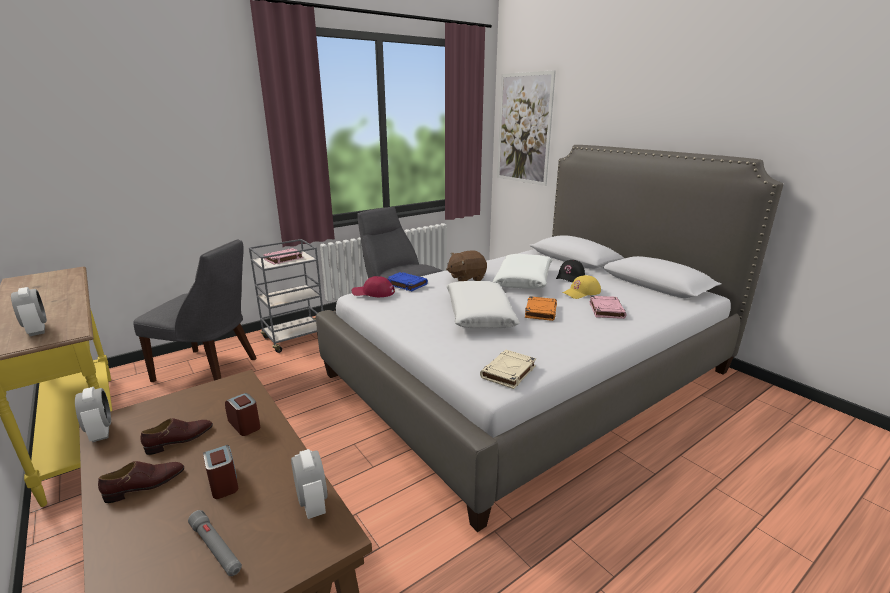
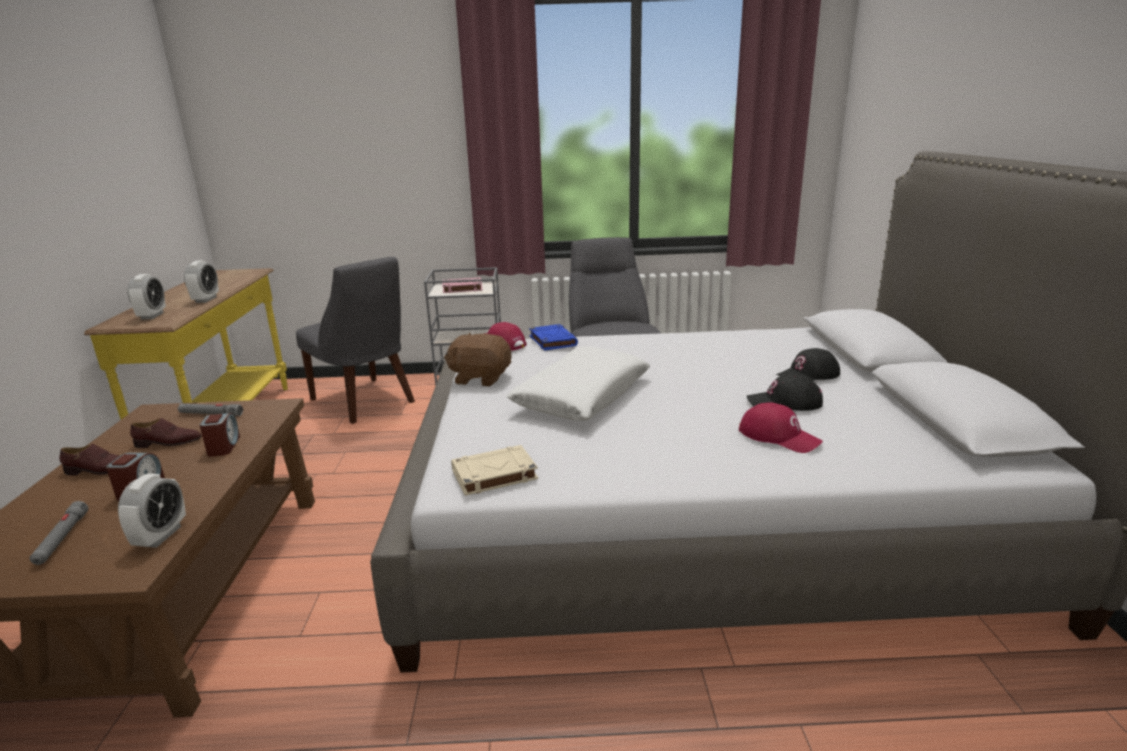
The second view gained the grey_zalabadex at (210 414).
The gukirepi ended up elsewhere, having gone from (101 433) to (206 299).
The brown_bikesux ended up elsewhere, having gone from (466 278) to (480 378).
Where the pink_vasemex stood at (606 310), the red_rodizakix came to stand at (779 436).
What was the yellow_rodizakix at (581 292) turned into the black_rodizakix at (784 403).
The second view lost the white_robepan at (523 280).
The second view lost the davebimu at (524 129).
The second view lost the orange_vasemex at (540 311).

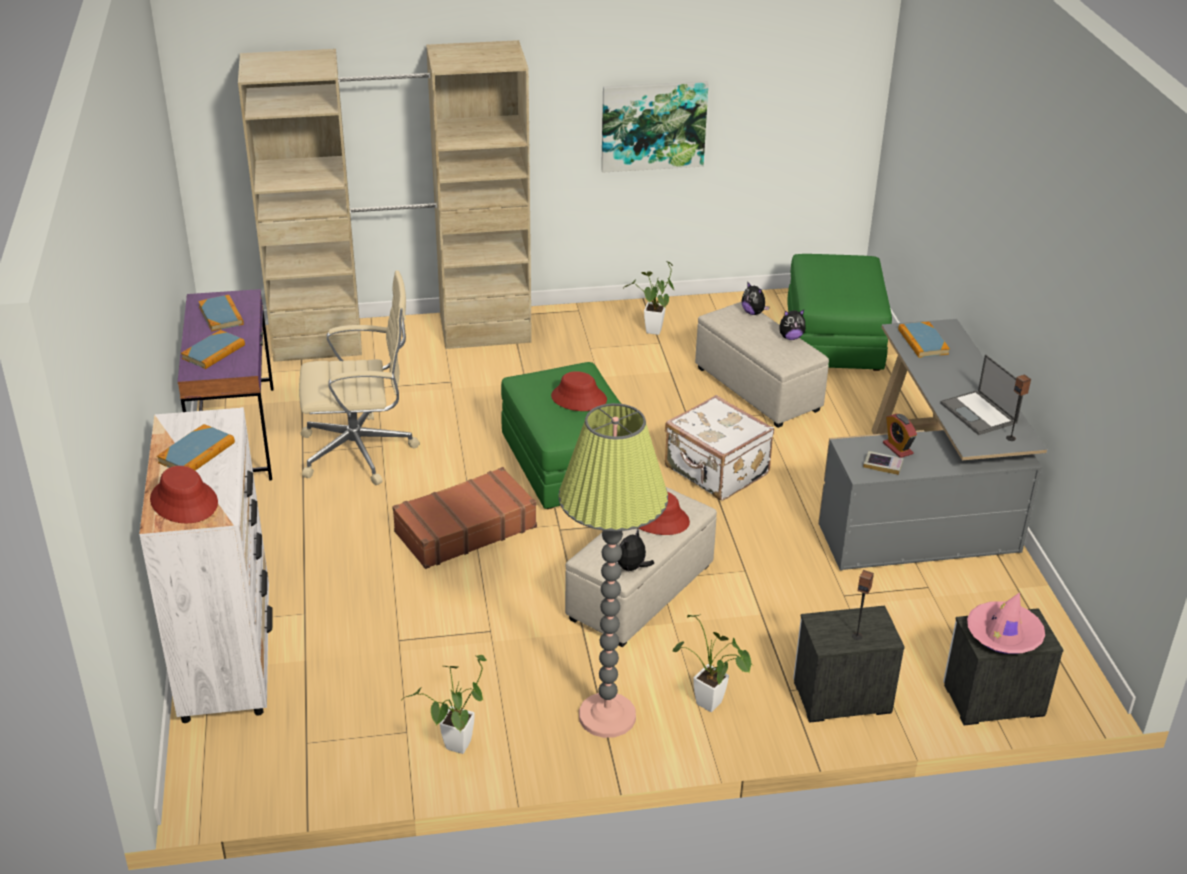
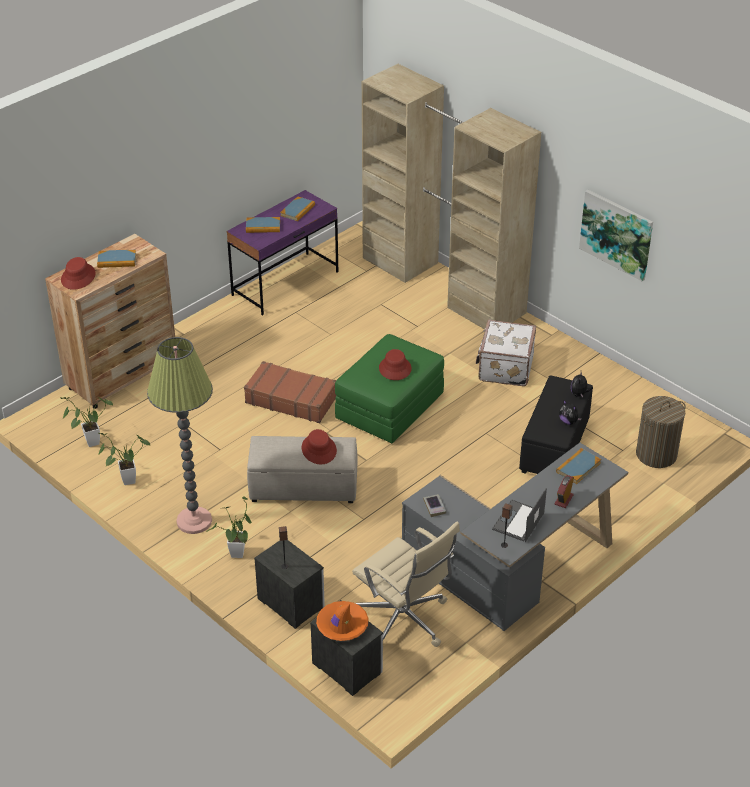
What was the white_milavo at (227 655) turned into the brown_milavo at (122 376).
The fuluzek ended up elsewhere, having gone from (652 333) to (89 443).
What was the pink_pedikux at (1004 635) turned into the orange_pedikux at (342 625).
The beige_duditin ended up elsewhere, having gone from (360 451) to (403 621).
The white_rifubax ended up elsewhere, having gone from (715 472) to (504 368).
What was the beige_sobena at (758 389) turned into the black_sobena at (554 446).
The gukirepi ended up elsewhere, having gone from (897 448) to (563 499).
Where the green_sobena stood at (834 339), the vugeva came to stand at (656 454).
The second view lost the bikesux at (632 568).

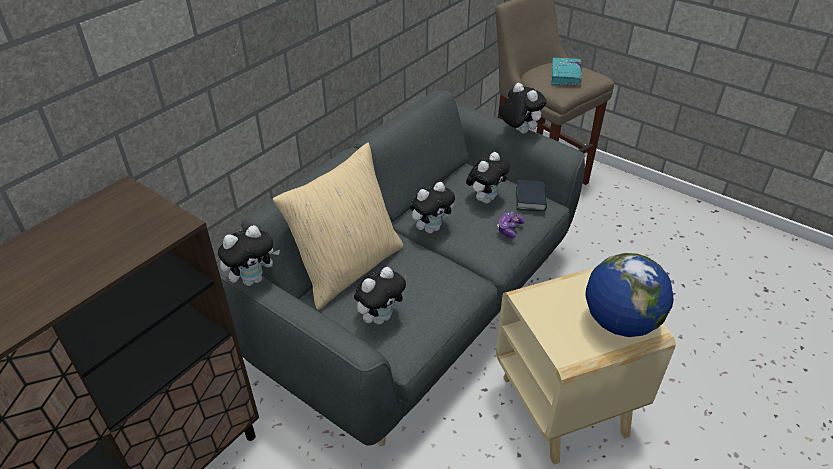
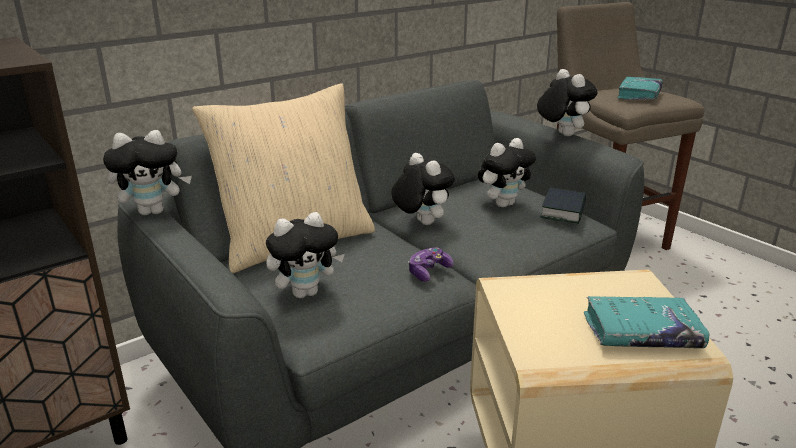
The bikesux at (431 228) ended up facing another way, 105 degrees counterclockwise from before.
The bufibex ended up elsewhere, having gone from (509 229) to (429 271).
Where the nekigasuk stood at (620 322), the turquoise_vasemex came to stand at (641 333).

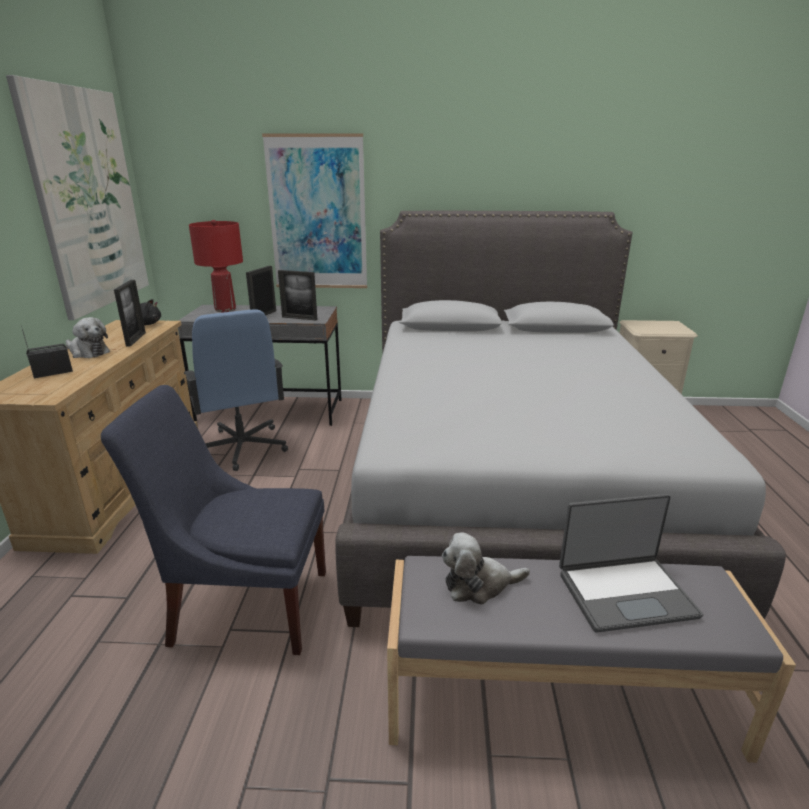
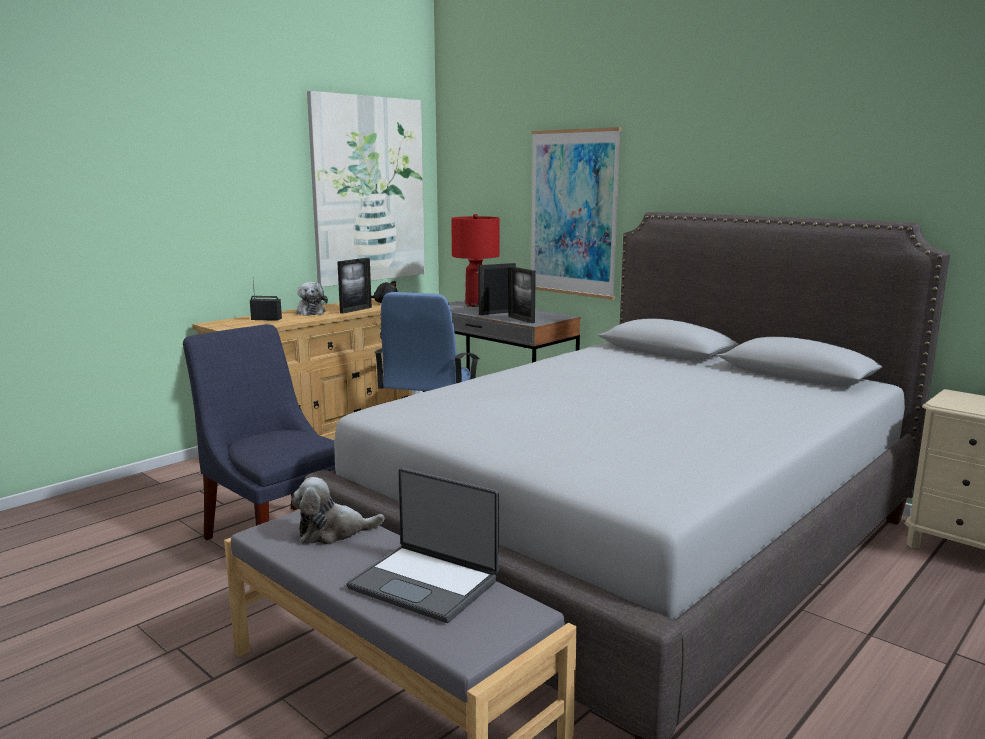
The bikesux at (479 585) ended up facing another way, 45 degrees counterclockwise from before.

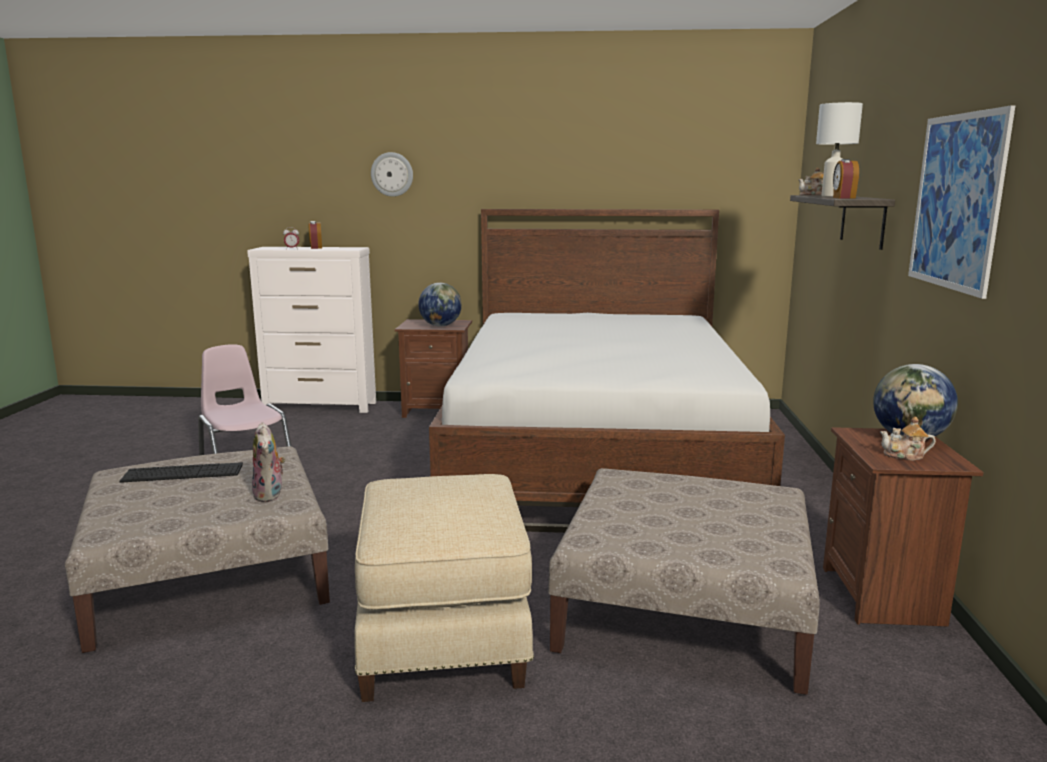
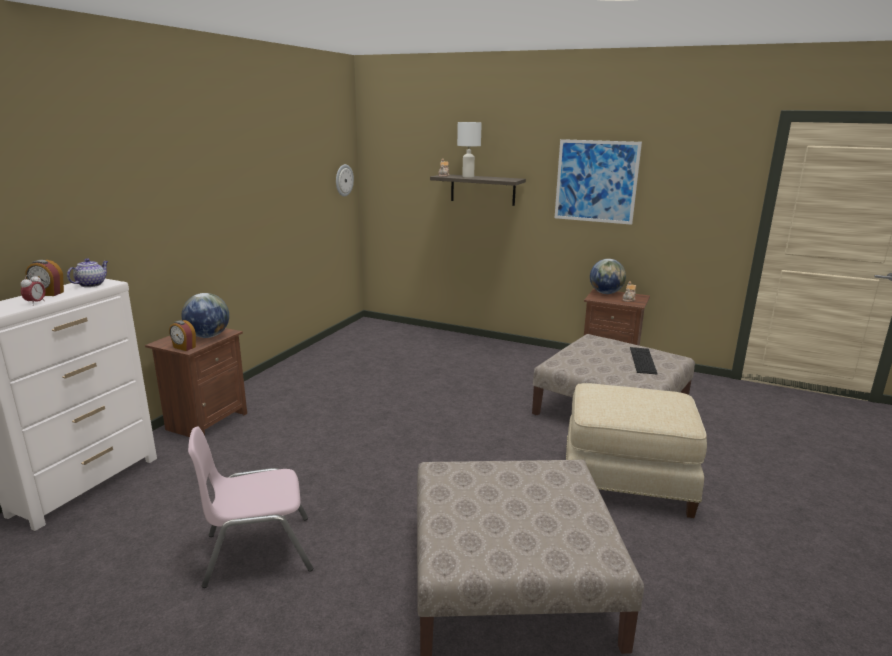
The second view gained the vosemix at (91 284).
The gukirepi ended up elsewhere, having gone from (843 198) to (184 347).
The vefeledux ended up elsewhere, having gone from (392 174) to (343 180).
The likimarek ended up elsewhere, having gone from (183 473) to (643 360).
The second view lost the bikesux at (270 495).
The second view lost the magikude at (597 456).

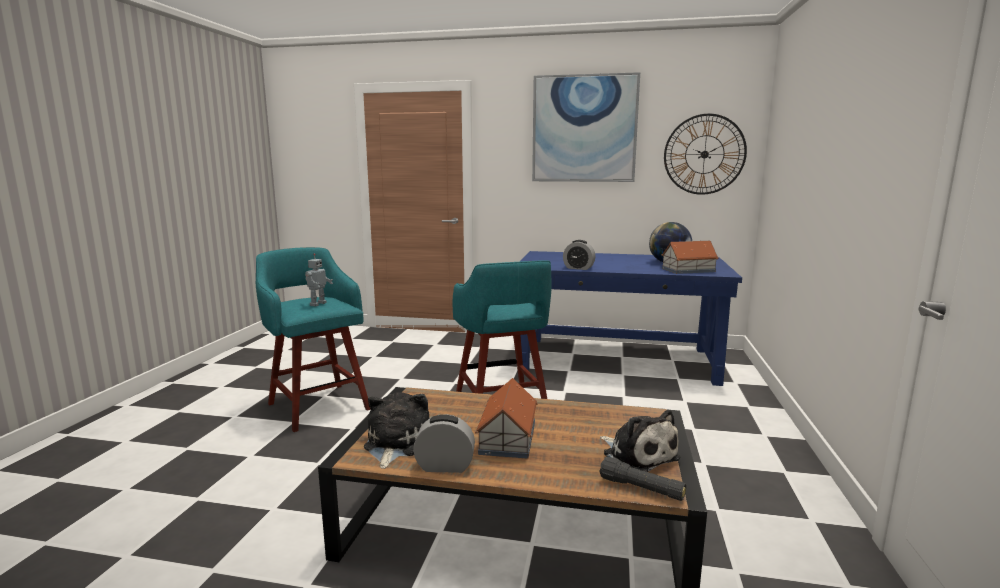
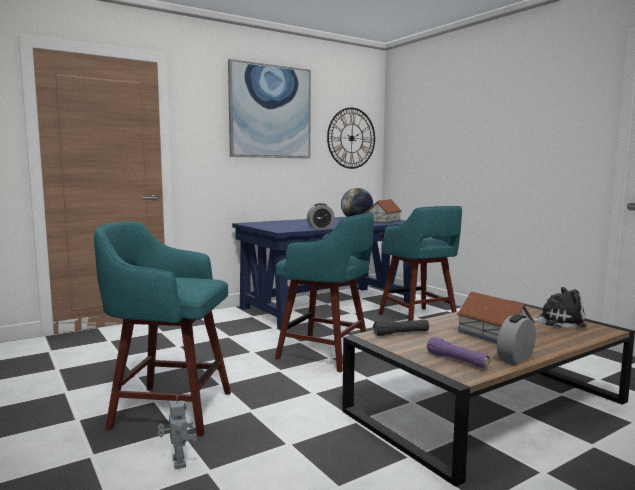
The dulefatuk ended up elsewhere, having gone from (317 304) to (177 462).
The black_zalabadex ended up elsewhere, having gone from (641 489) to (401 334).
The second view gained the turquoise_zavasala at (418 319).
Where the bikesux stood at (395 443), the purple_zalabadex came to stand at (457 361).

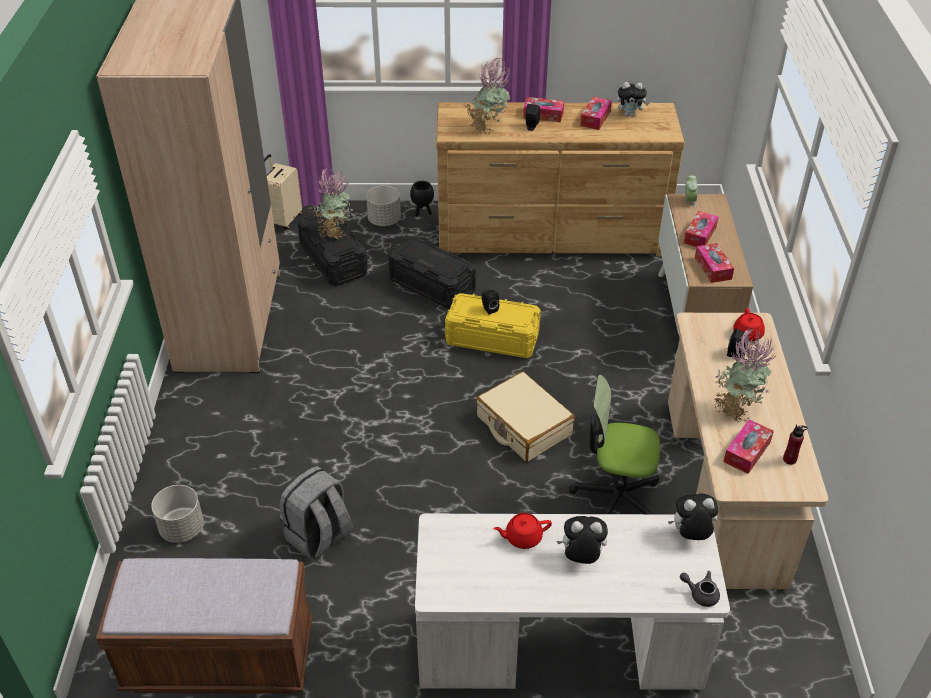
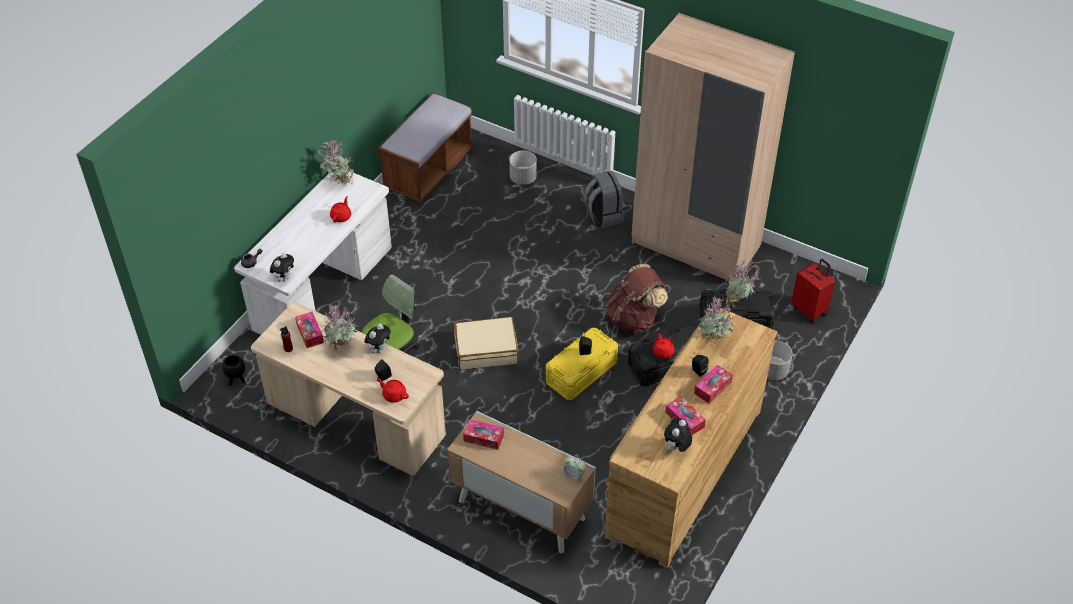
The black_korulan ended up elsewhere, having gone from (422 212) to (237 381).
The second view gained the fuluzek at (339 184).
The bikesux ended up elsewhere, having gone from (581 557) to (379 349).
The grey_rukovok ended up elsewhere, having gone from (319 537) to (603 215).
The second view gained the brown_rukovok at (633 319).
The second view gained the red_vosemix at (663 352).
What was the beige_rifubax at (283 220) turned into the red_rifubax at (809 310).
The second view lost the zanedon at (700 235).

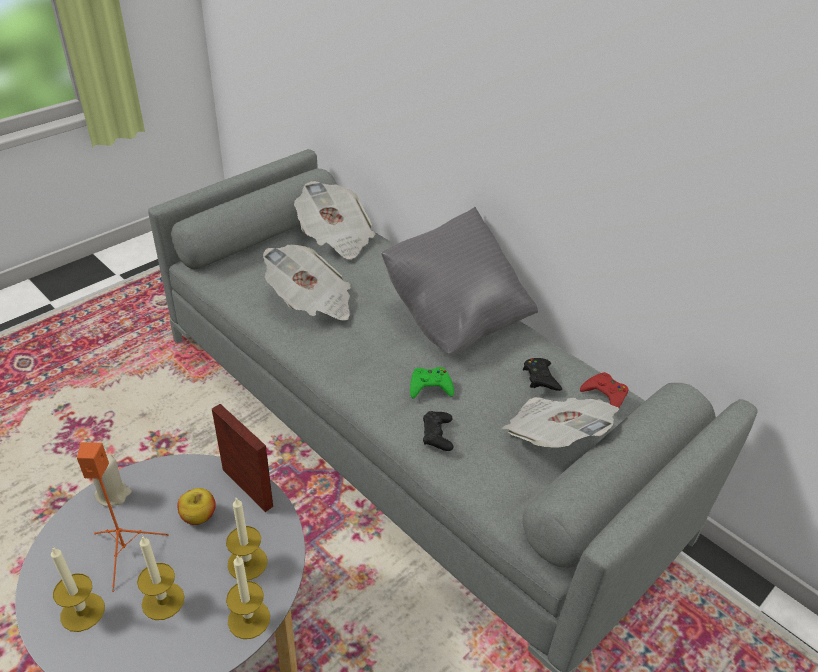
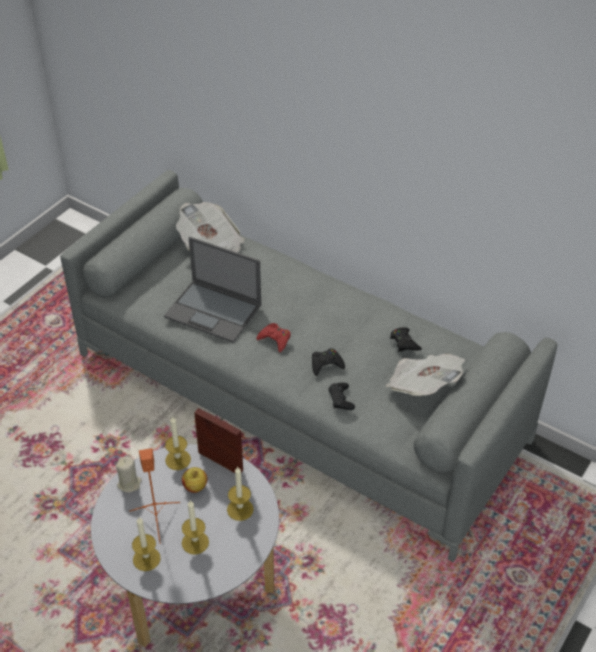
Where the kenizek stood at (311 302), the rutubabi came to stand at (214 311).
The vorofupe ended up elsewhere, having gone from (249 619) to (178 459).
The red_bufibex ended up elsewhere, having gone from (605 395) to (275 339).
What was the green_bufibex at (430 386) turned into the black_bufibex at (326 364).
The second view lost the grey_robepan at (455 317).

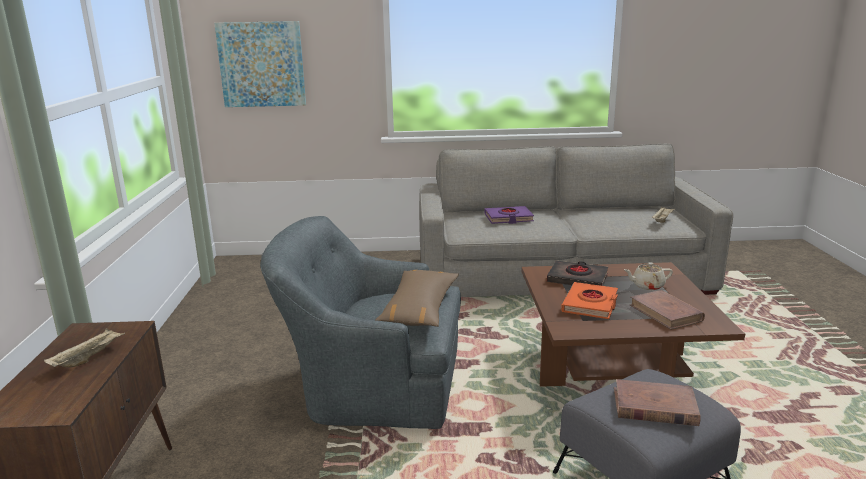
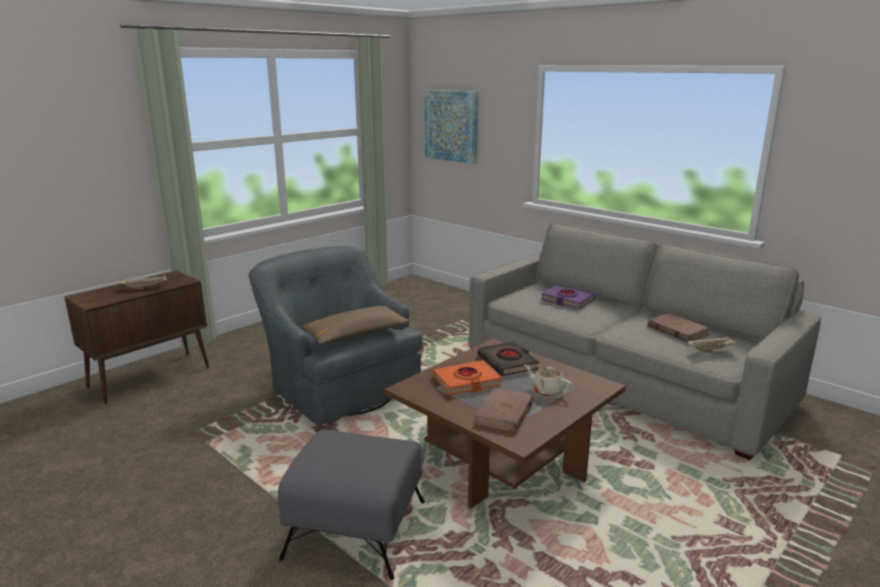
The brown_vasemex ended up elsewhere, having gone from (654 407) to (677 330).

